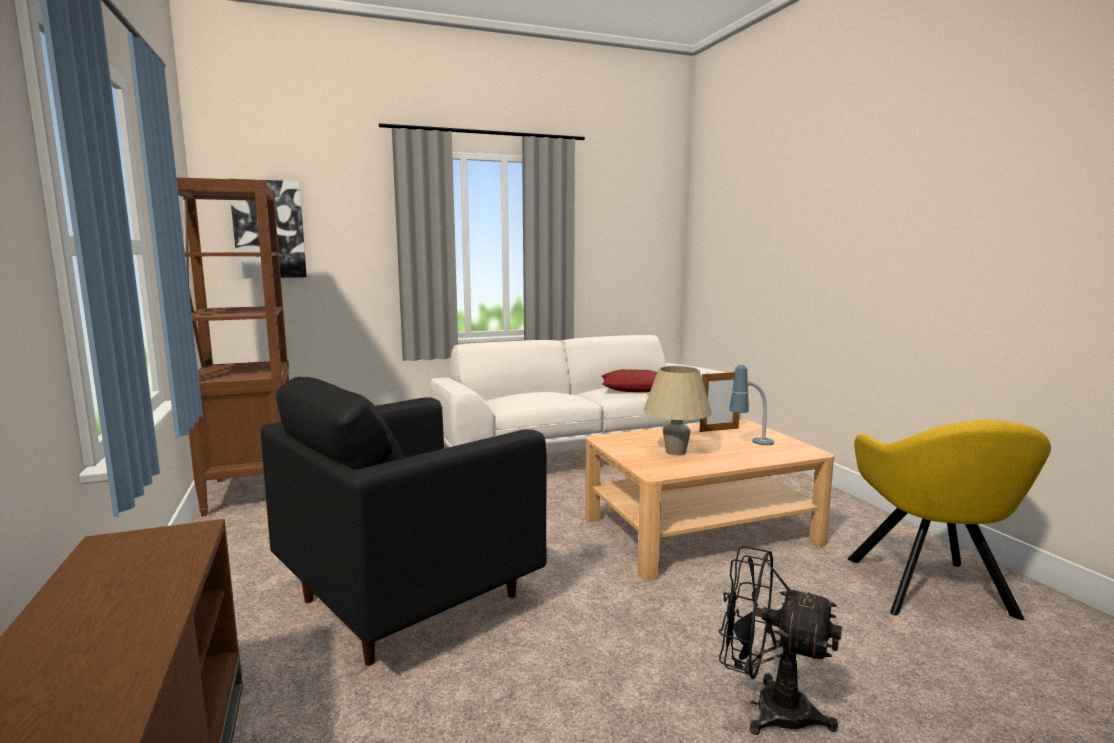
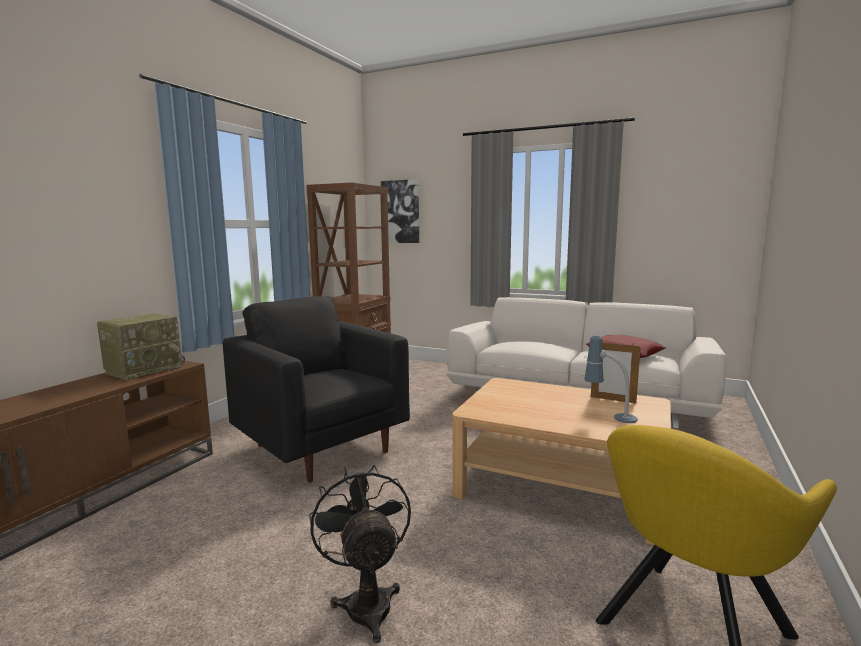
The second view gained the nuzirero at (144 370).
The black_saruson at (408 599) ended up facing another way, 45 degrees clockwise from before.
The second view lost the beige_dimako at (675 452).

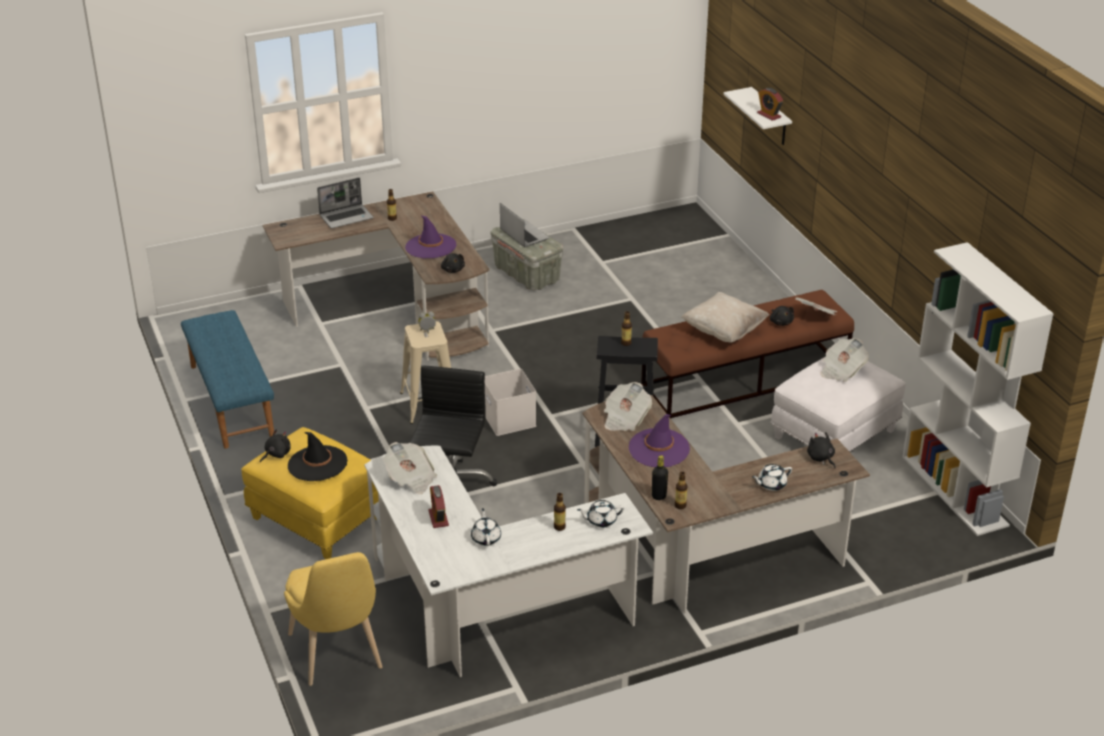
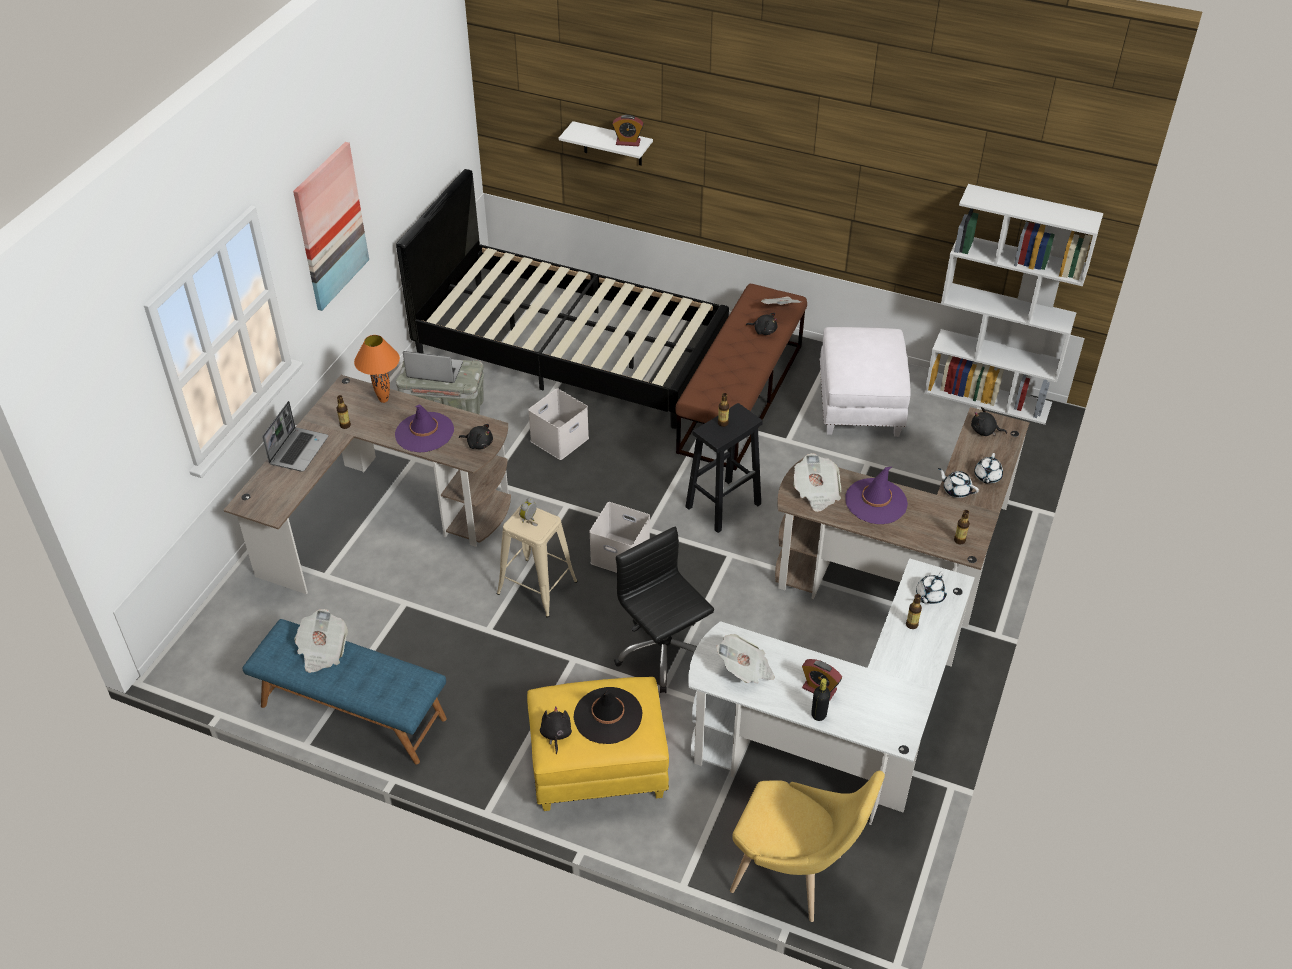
The second view gained the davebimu at (330 226).
The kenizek ended up elsewhere, having gone from (841 370) to (322 651).
The second view gained the orange_dimako at (384 400).
The second view gained the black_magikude at (570 351).
The second view gained the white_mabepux at (559 438).
The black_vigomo ended up elsewhere, having gone from (659 496) to (818 714).
The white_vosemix ended up elsewhere, having gone from (486 538) to (956 490).
The second view lost the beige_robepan at (724 332).

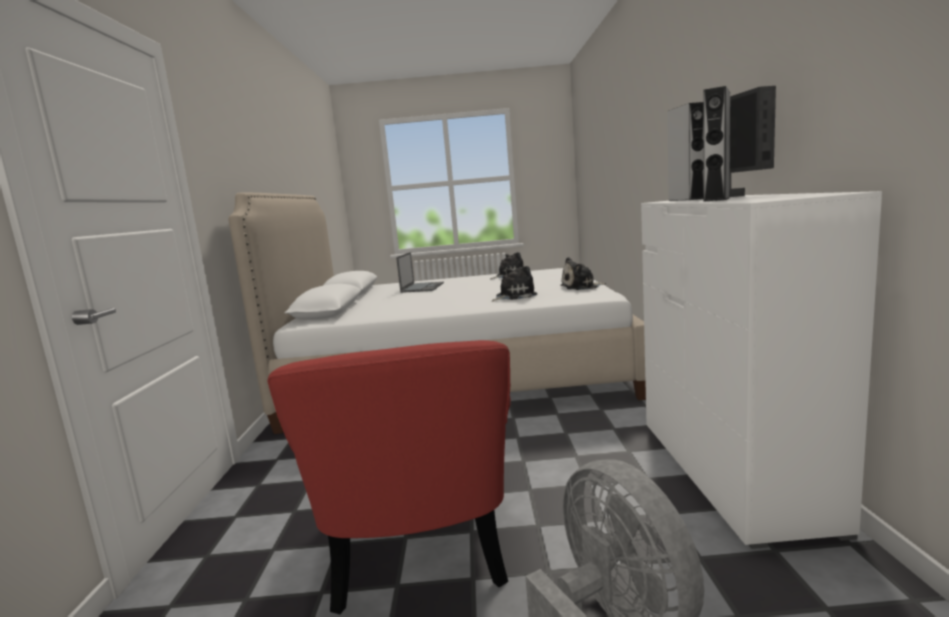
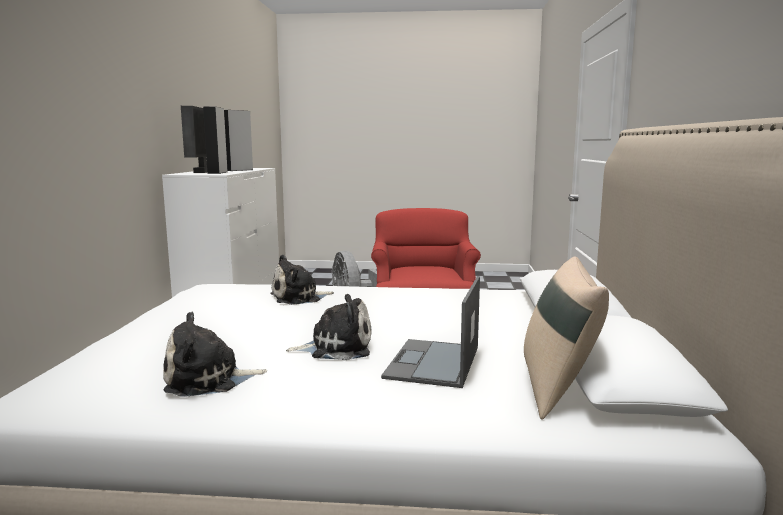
The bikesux ended up elsewhere, having gone from (581 287) to (337 347).
The second view gained the beige_robepan at (558 390).

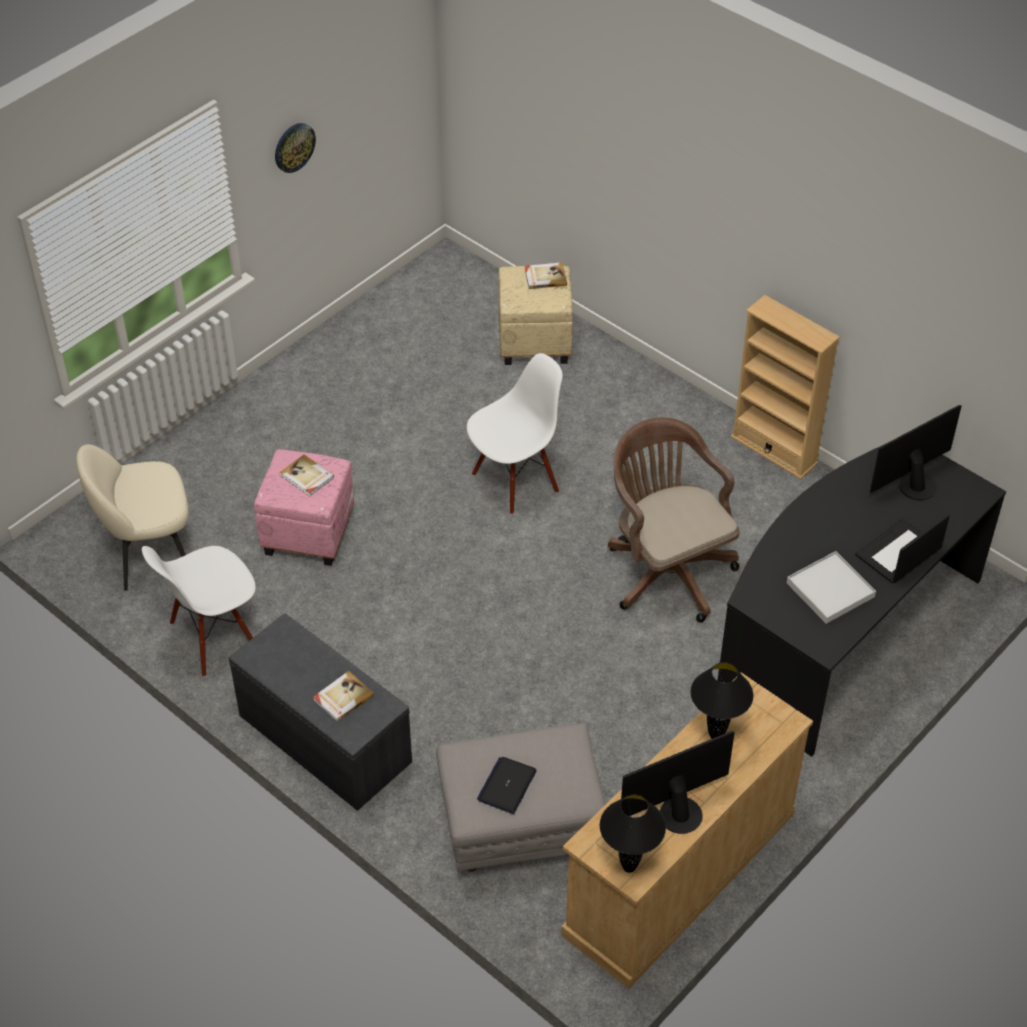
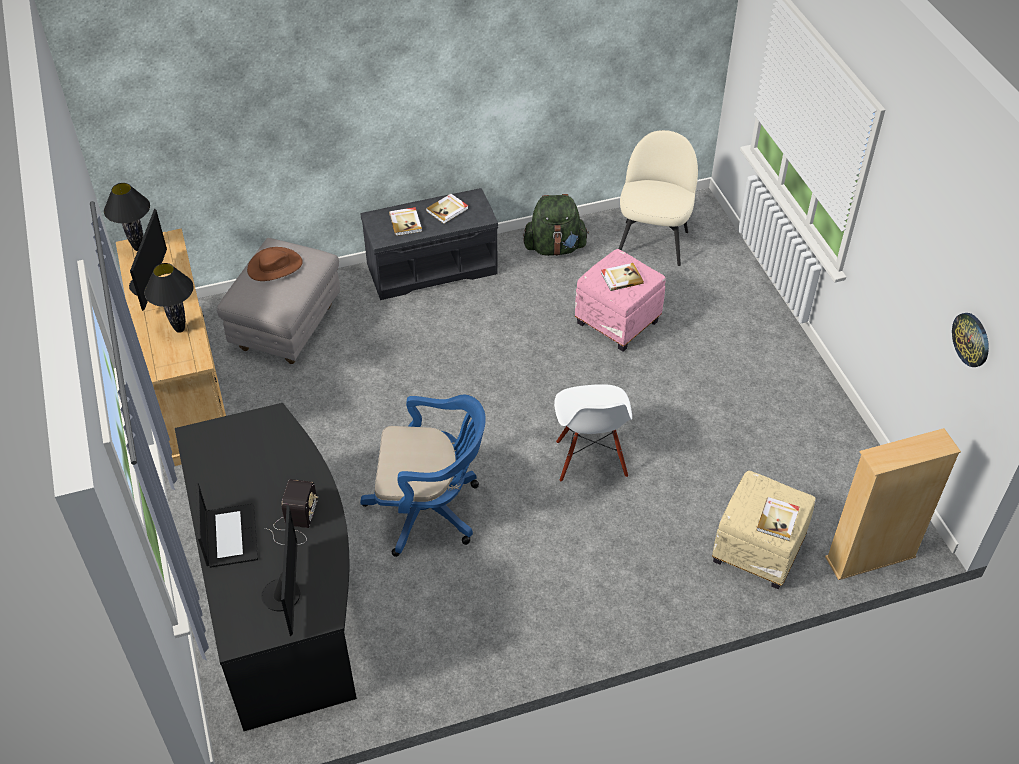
Where the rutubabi stood at (507 785), the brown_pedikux came to stand at (275 266).
The second view gained the nuzirero at (295 523).
What was the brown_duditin at (666 569) turned into the blue_duditin at (430 510).
The second view gained the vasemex at (447 210).
Where the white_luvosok stood at (213 637), the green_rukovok came to stand at (555 247).
The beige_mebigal ended up elsewhere, having gone from (774 450) to (870 557).
The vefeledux ended up elsewhere, having gone from (294 147) to (971 339).
The second view lost the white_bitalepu at (830 589).

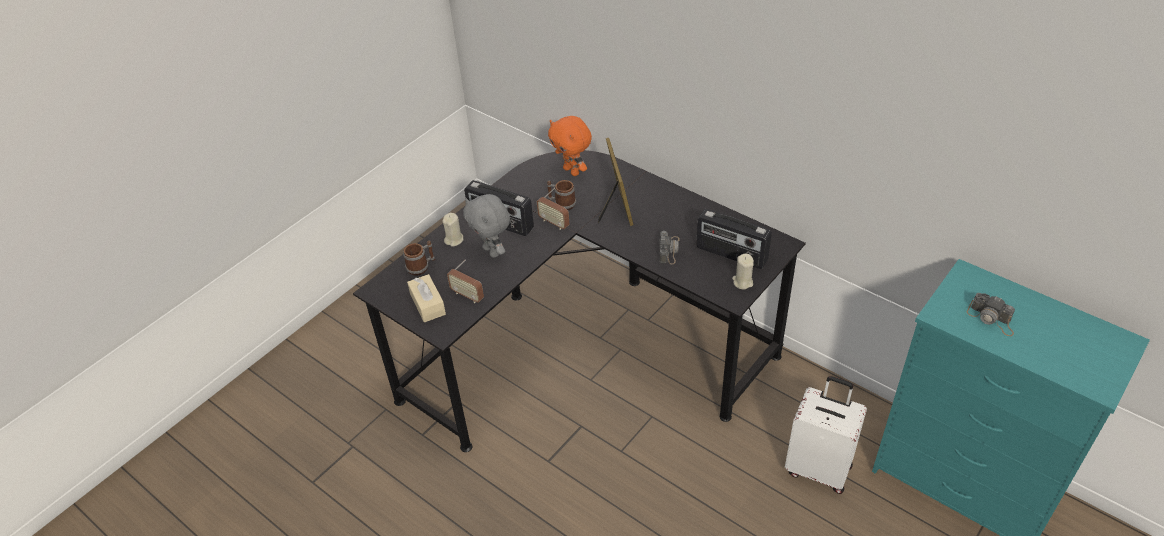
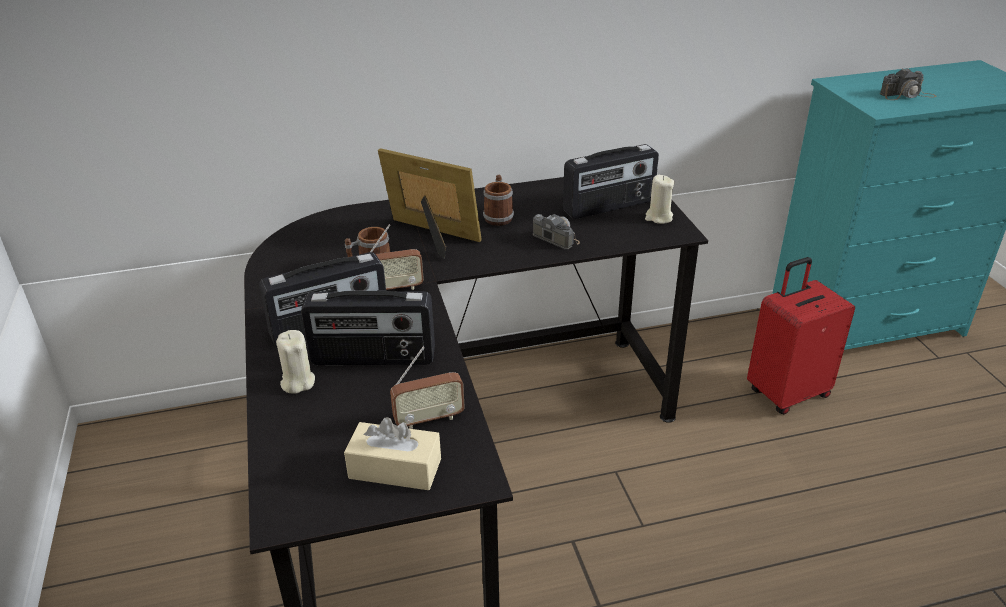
Where the grey_bikesux stood at (492 251), the nuzirero came to stand at (373 358).
The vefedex ended up elsewhere, having gone from (421 266) to (498 216).
What was the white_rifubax at (819 468) turned into the red_rifubax at (786 392).
The second view lost the orange_bikesux at (572 171).

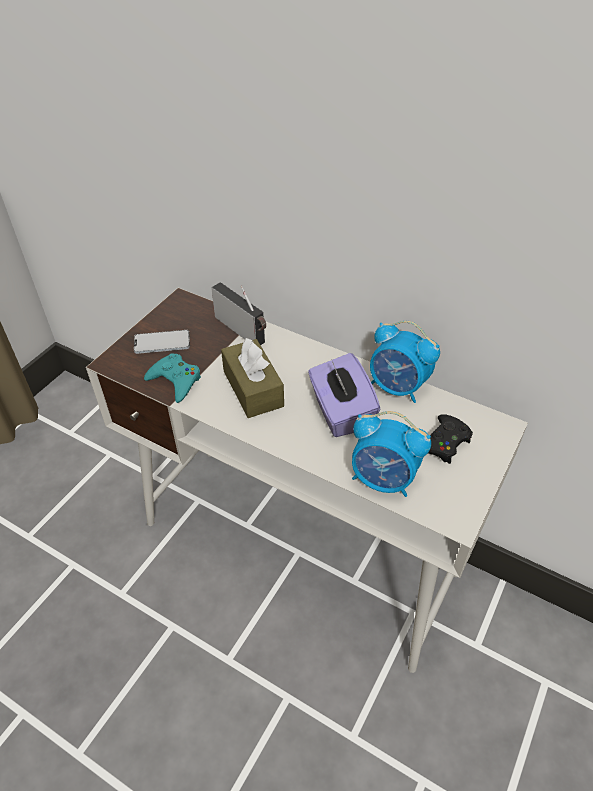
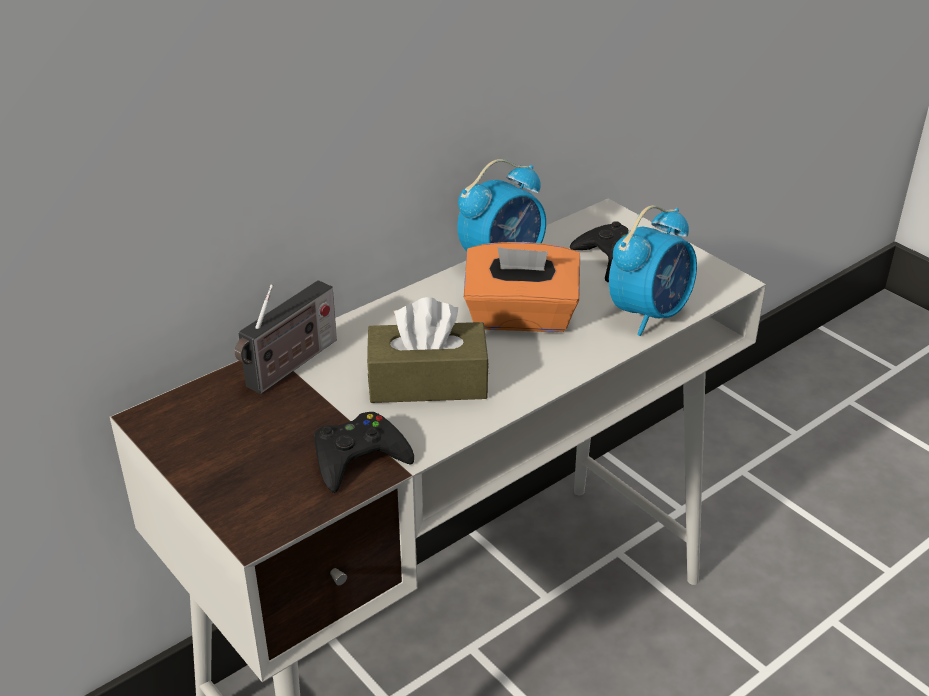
The nuzirero at (242 331) ended up facing another way, 150 degrees clockwise from before.
What was the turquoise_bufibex at (175 381) turned into the black_bufibex at (359 458).
What was the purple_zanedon at (340 412) turned into the orange_zanedon at (520 317).
The second view lost the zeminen at (162 343).

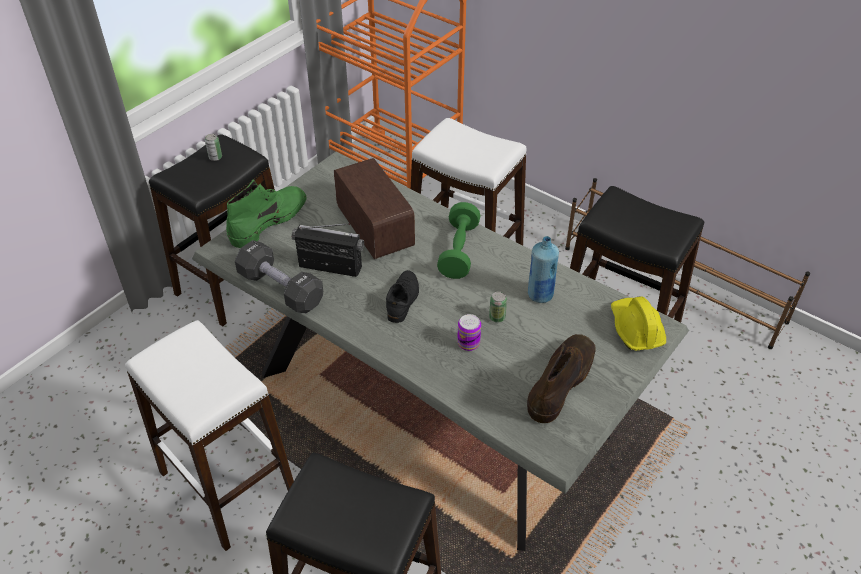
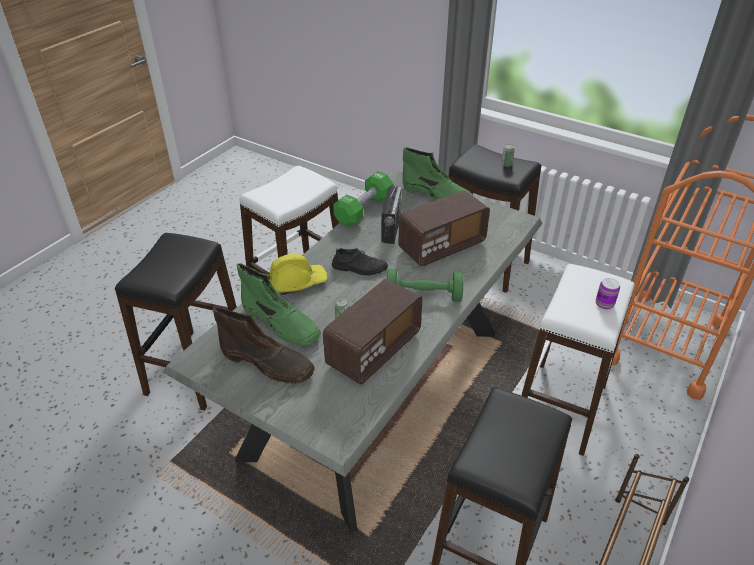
The second view gained the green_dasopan at (281 324).
The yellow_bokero ended up elsewhere, having gone from (635 329) to (298 282).
Where the blue_vigomo stood at (540 295), the nuzirero came to stand at (373 349).
What was the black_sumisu at (281 289) turned into the green_sumisu at (364 209).
The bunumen ended up elsewhere, having gone from (468 343) to (604 303).

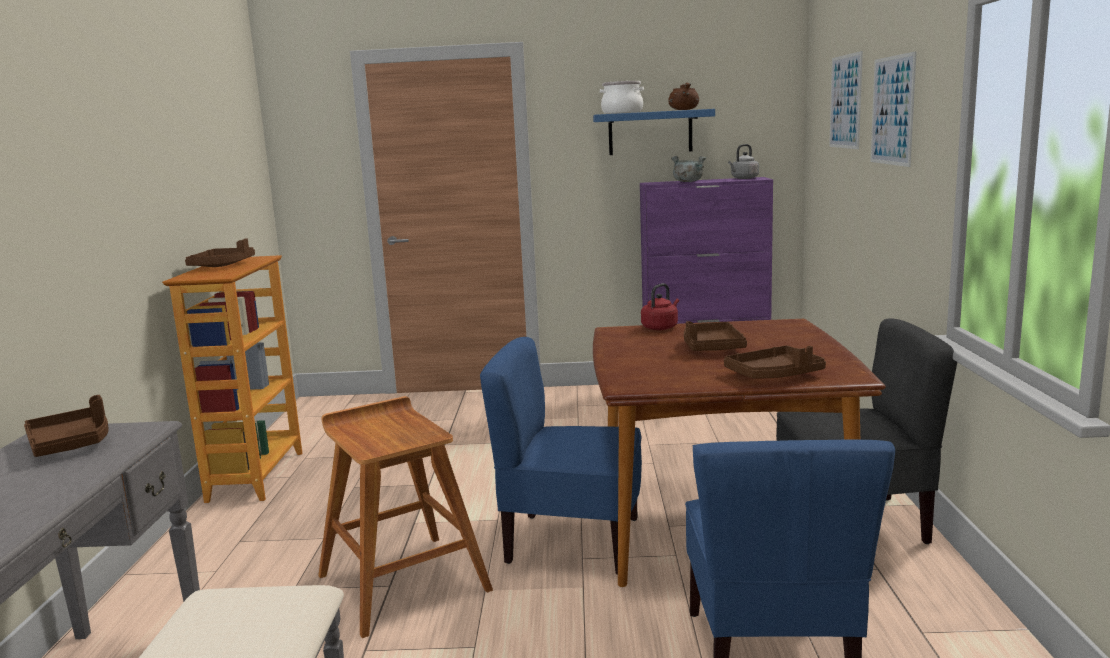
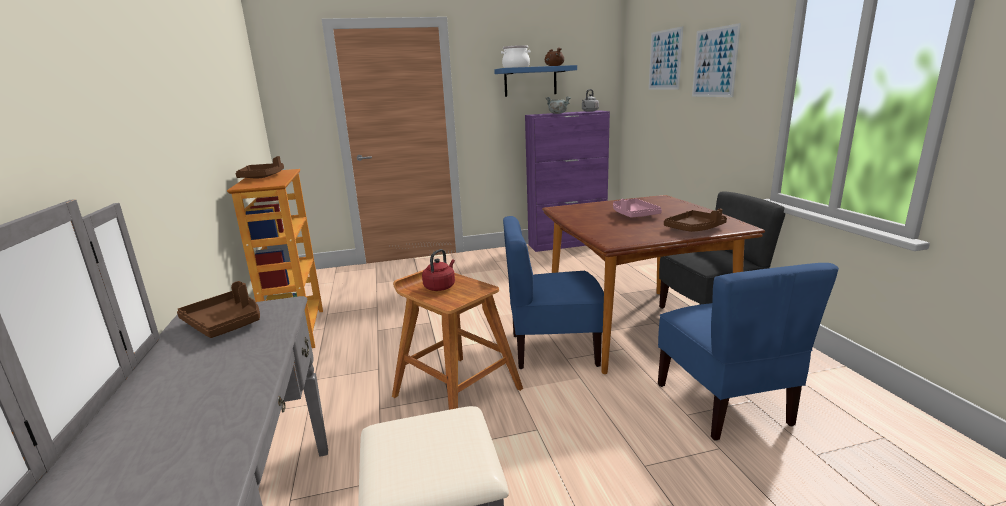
The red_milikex ended up elsewhere, having gone from (661 327) to (440 287).
What was the brown_bitalepu at (711 347) turned into the pink_bitalepu at (633 215).

